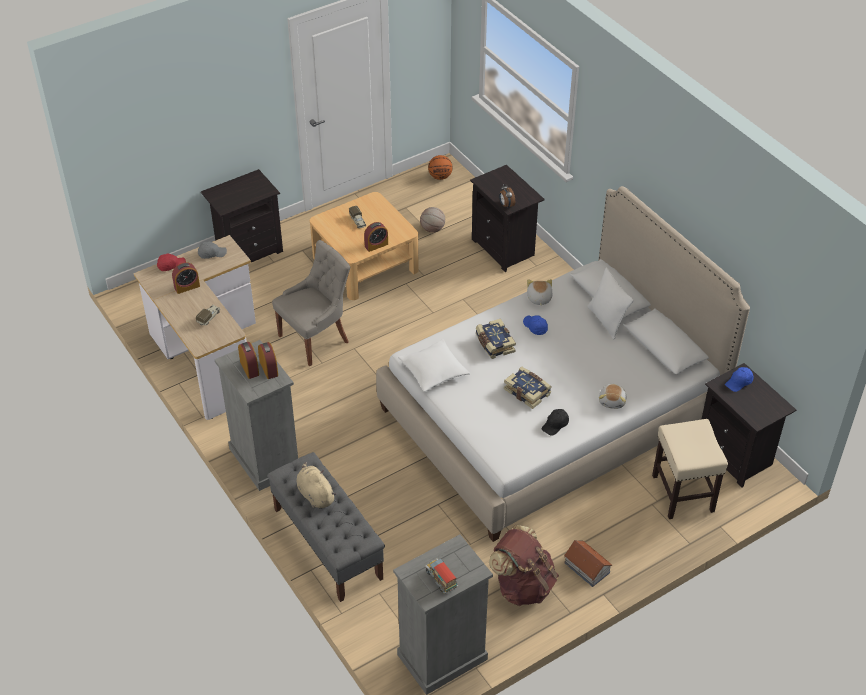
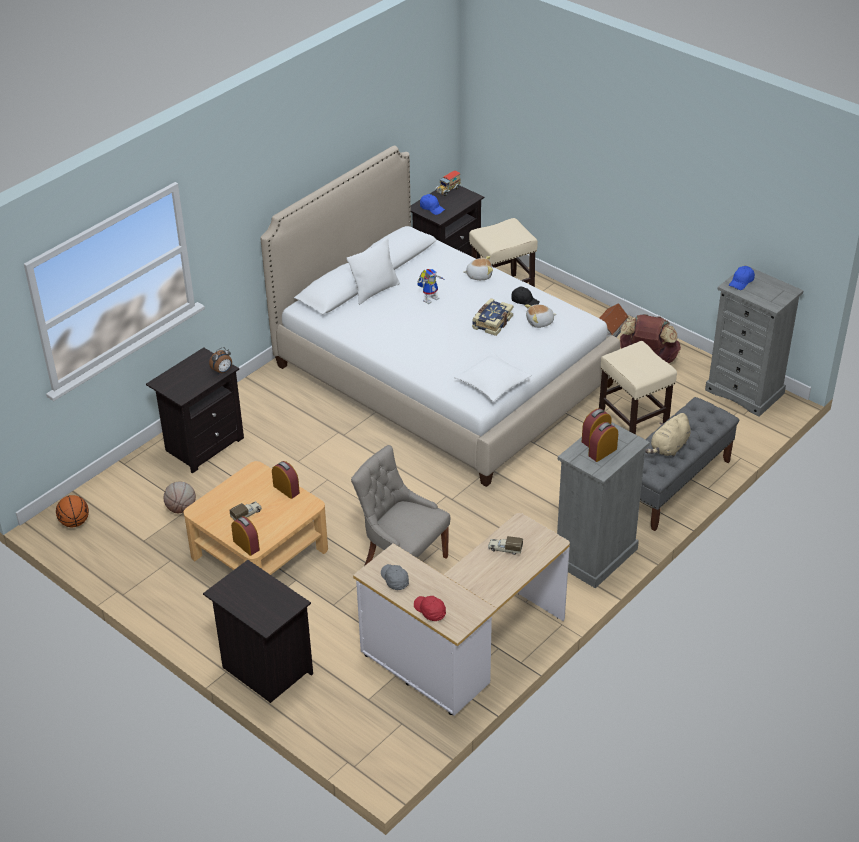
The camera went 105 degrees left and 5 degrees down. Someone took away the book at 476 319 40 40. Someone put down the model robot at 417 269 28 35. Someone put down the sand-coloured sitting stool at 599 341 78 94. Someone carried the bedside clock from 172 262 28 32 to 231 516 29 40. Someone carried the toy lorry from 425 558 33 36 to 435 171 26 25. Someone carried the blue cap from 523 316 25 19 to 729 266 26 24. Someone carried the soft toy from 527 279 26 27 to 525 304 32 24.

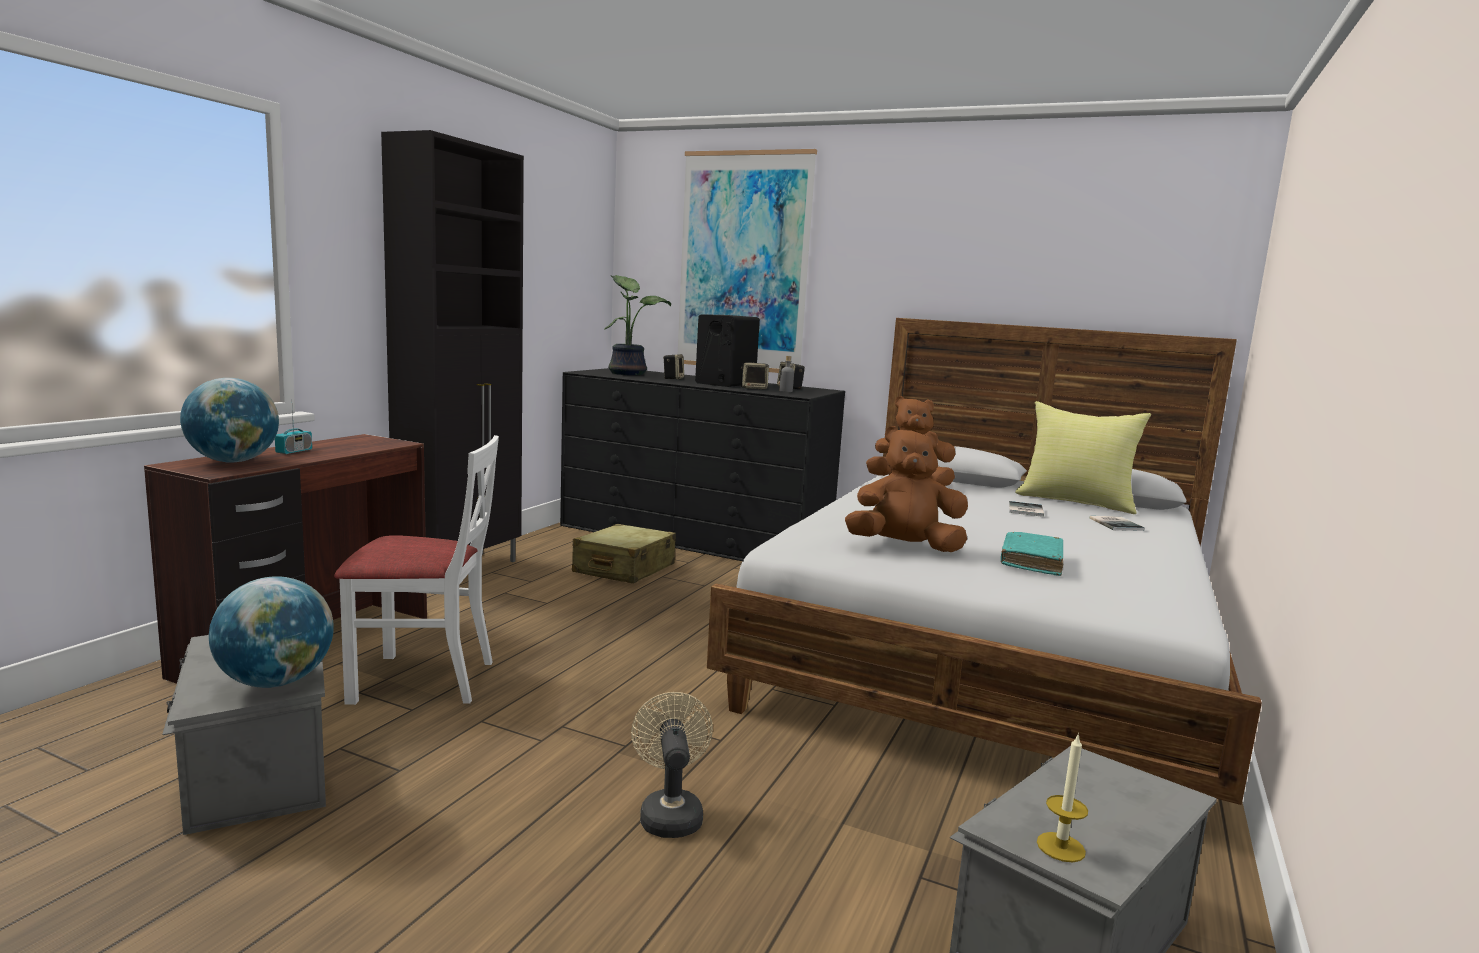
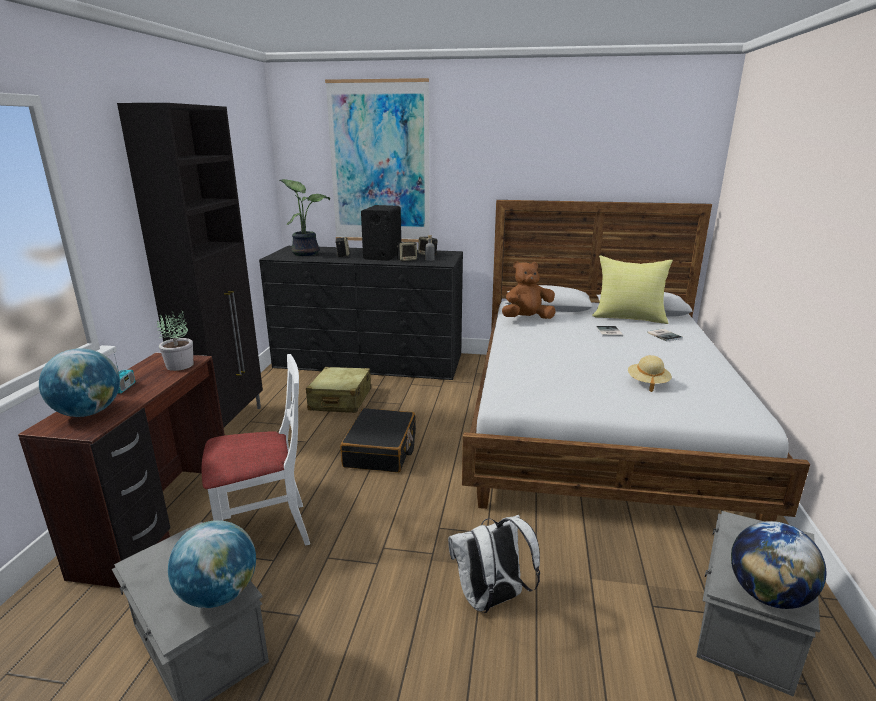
The camera went 15 degrees left and 10 degrees up. Someone took away the brownish soft toy at 845 426 123 126. Someone put down the houseplant at 157 311 36 60. Someone put down the blackish travel case at 340 408 76 65. Someone swapped the sand-coloured electric fan at 631 692 82 146 for the whitish backpack at 448 515 92 98. Someone swapped the blue-green book at 1001 532 62 44 for the sand-coloured hat at 628 355 44 37. Someone swapped the wax light at 1037 733 51 129 for the globe at 731 521 95 88.

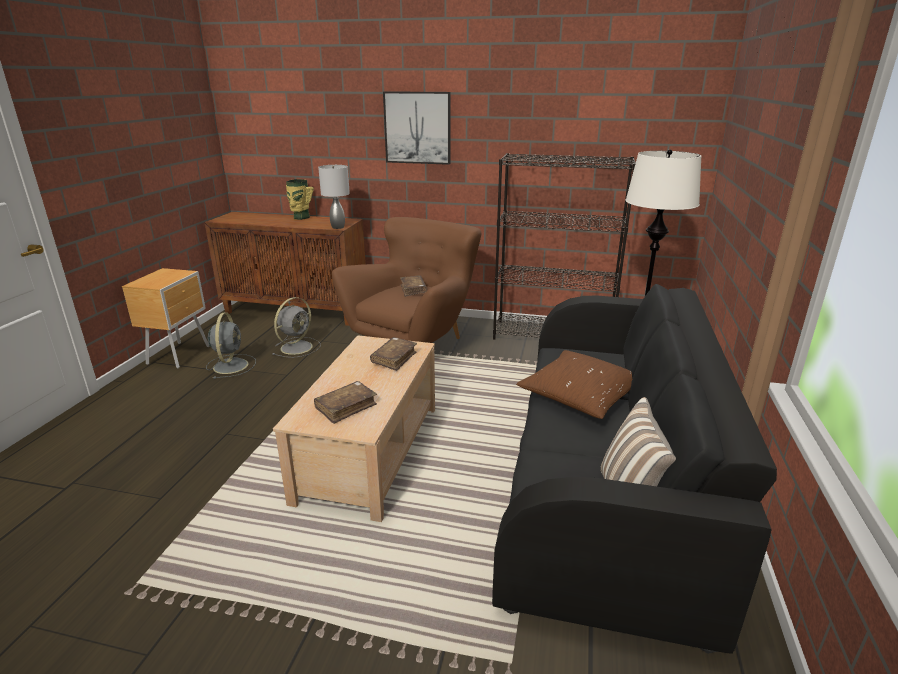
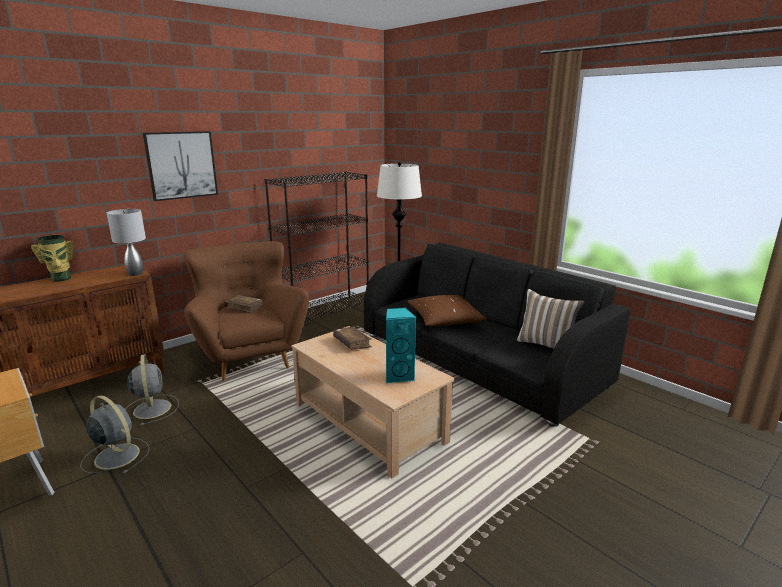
The camera went 55 degrees left and 5 degrees down. Someone swapped the brownish book at 314 381 63 43 for the blue-green speaker at 386 307 31 76.

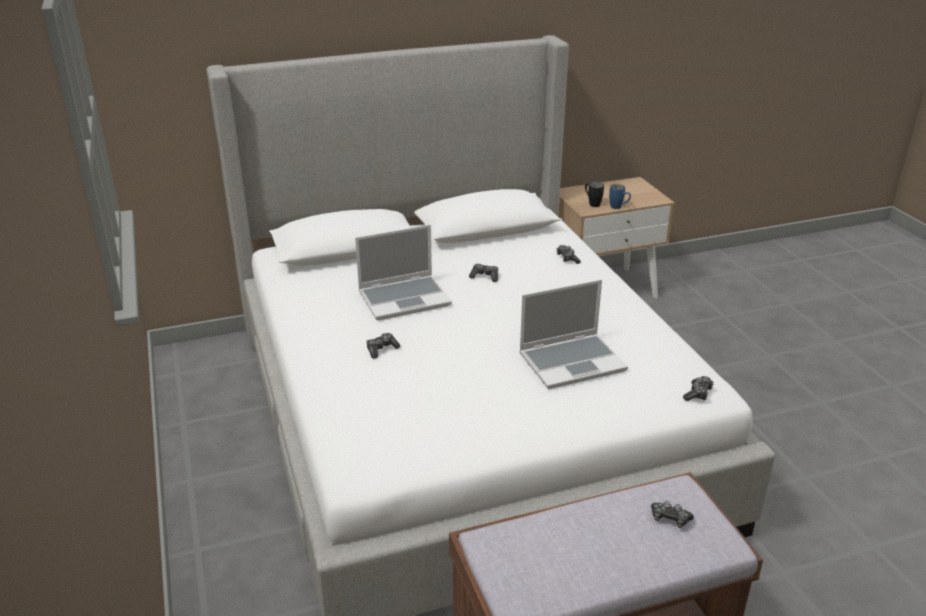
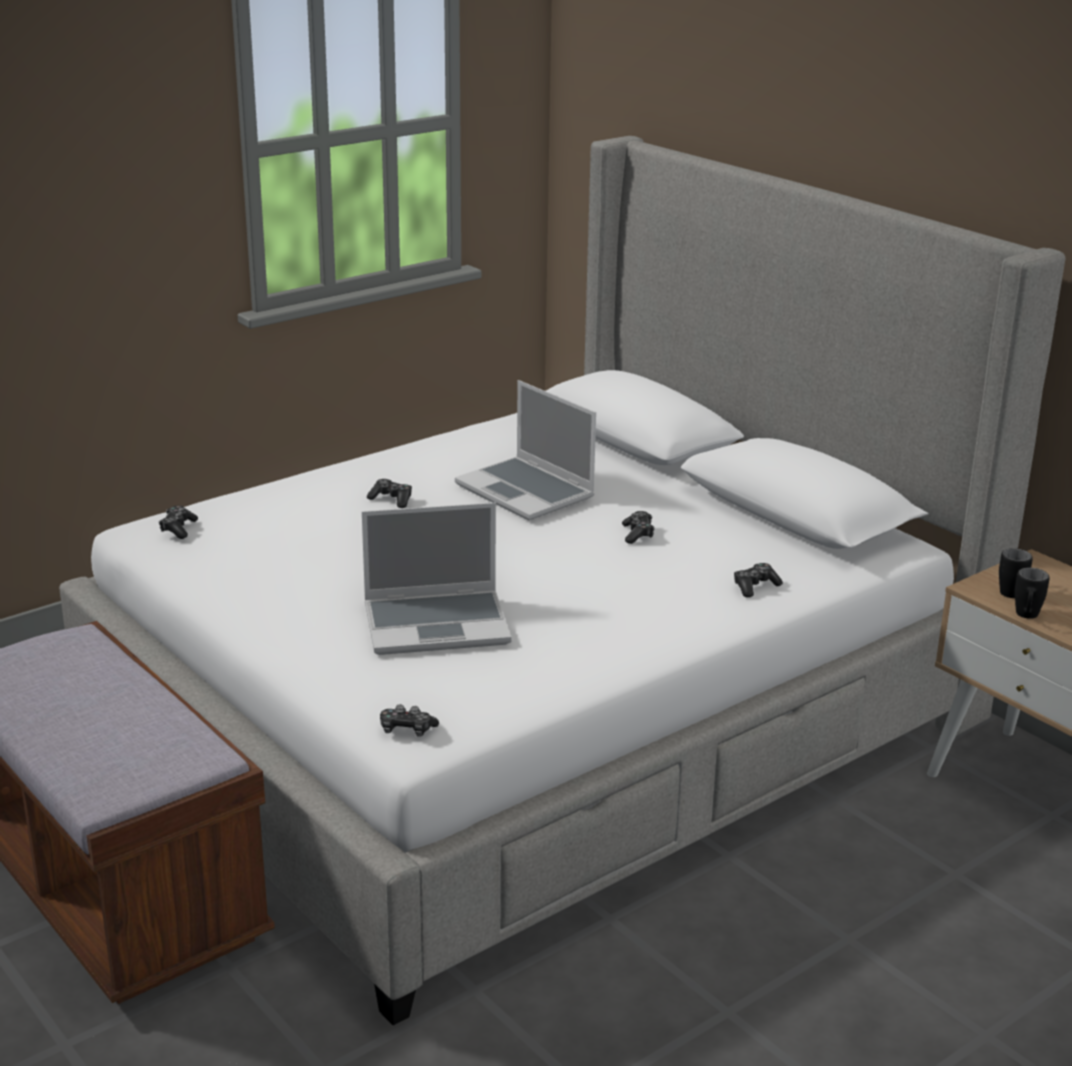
The camera went 70 degrees right and 5 degrees down. Someone carried the game controller from 651 501 43 27 to 159 505 39 34. Someone repainted the blue tea mug at 609 184 22 25, which became the blackish tea mug at 1015 567 34 52. Someone rotated the notebook computer at 519 279 109 110 by 60 degrees counterclockwise.

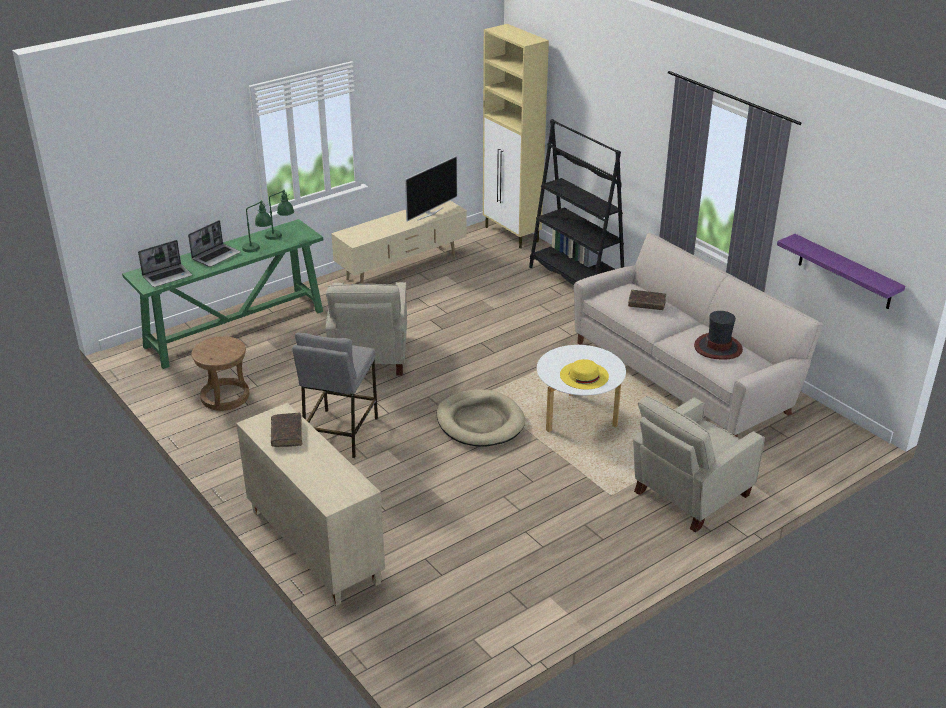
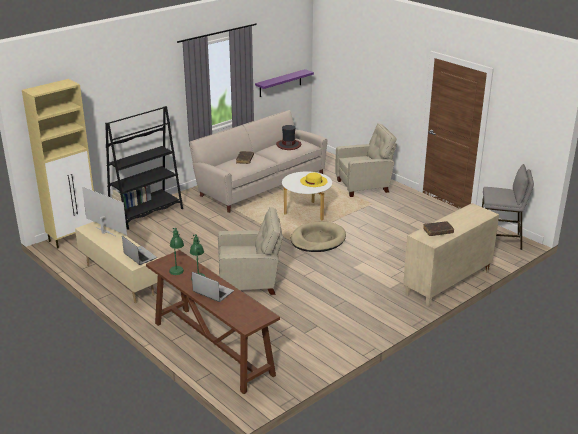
The camera went 95 degrees left and 5 degrees down. Someone took away the brownish sitting stool at 191 336 59 75. Someone carried the notebook computer from 138 240 54 47 to 122 236 35 29. Someone carried the grey sitting stool from 292 333 86 125 to 482 164 52 86. Someone repainted the greenish narrow table at 122 219 201 150, which became the brownish narrow table at 146 250 134 144. Someone rotated the sand-coloured armchair at 633 396 132 137 by 60 degrees counterclockwise.

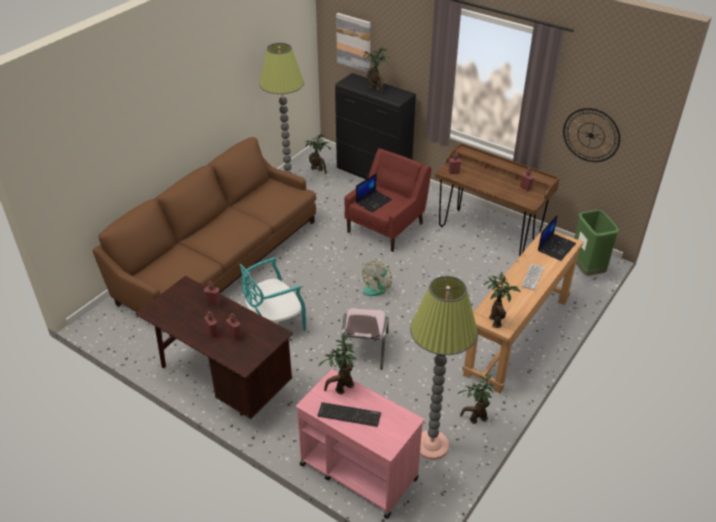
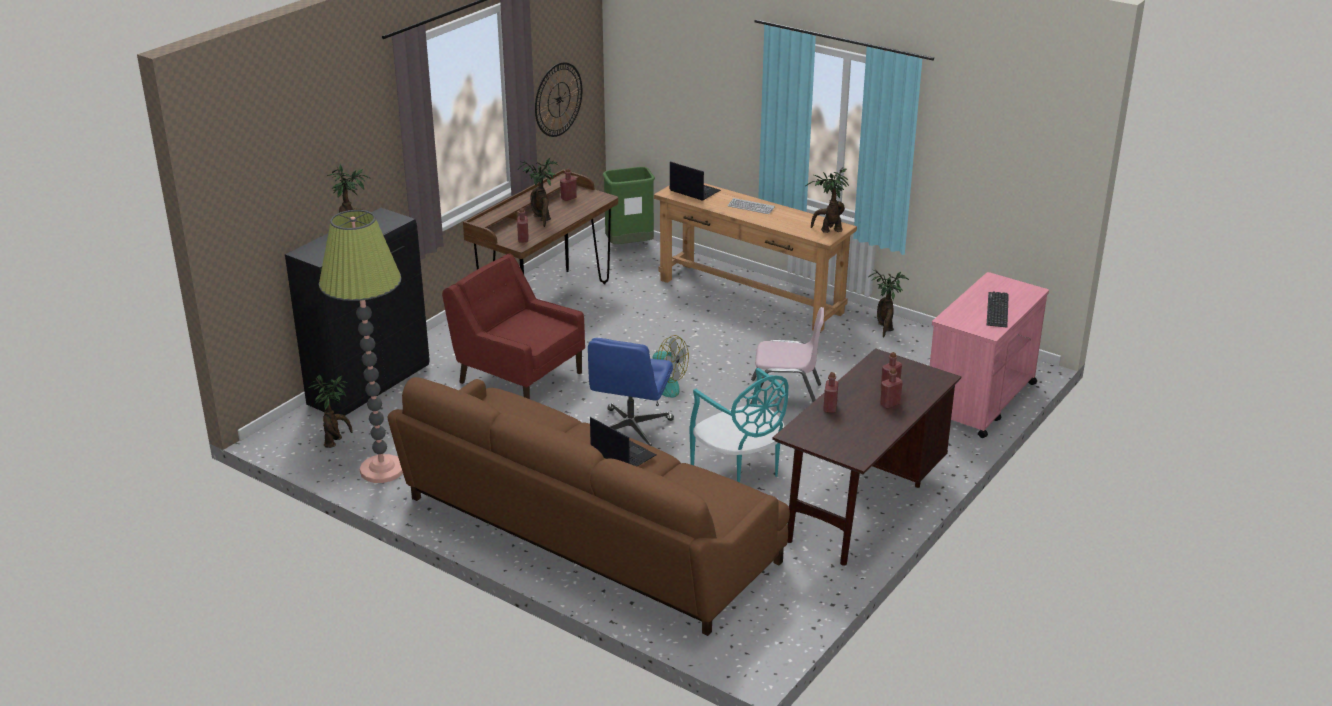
The camera went 90 degrees left and 10 degrees down. Someone took away the picture at 336 13 34 59. Someone took away the standard lamp at 410 276 68 184. Someone put down the blue office chair at 588 338 86 108. Someone carried the houseplant from 318 334 38 60 to 518 158 40 69. Someone carried the notebook computer from 356 173 36 40 to 590 417 66 49.

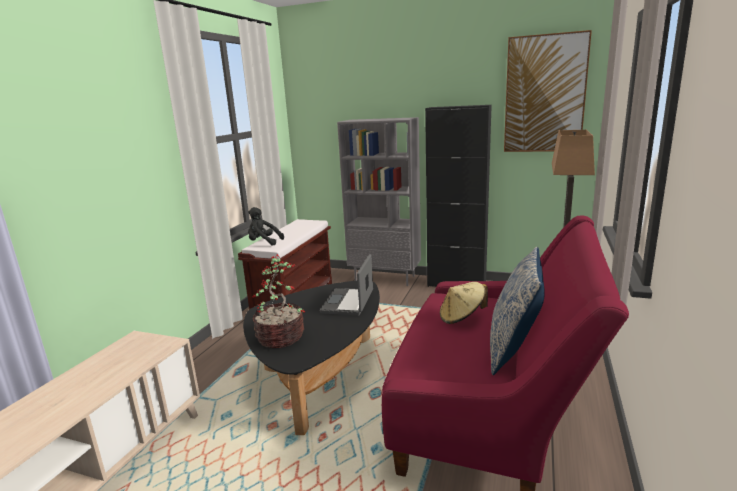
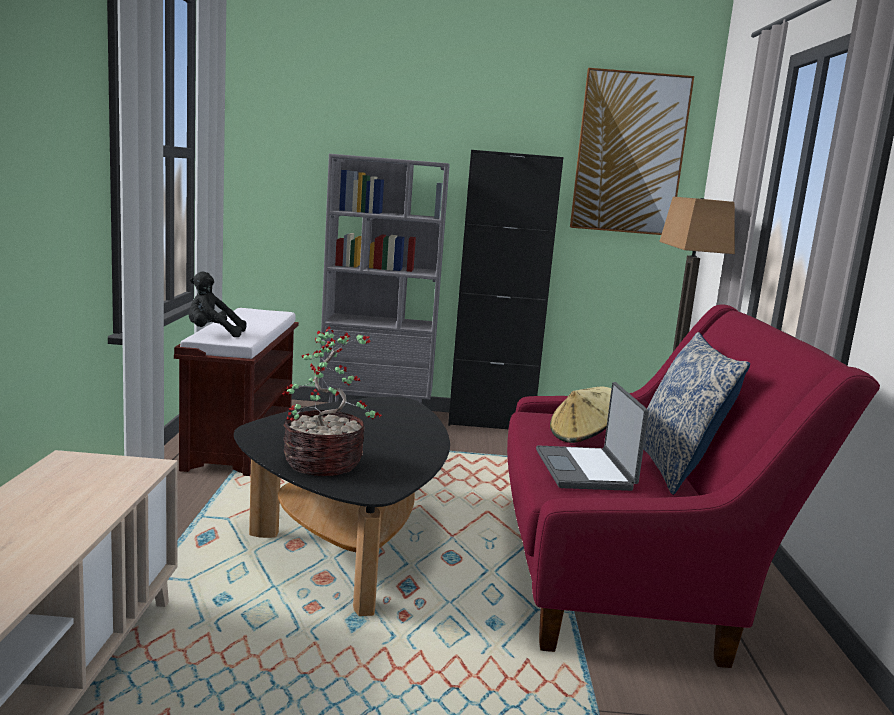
The camera went 20 degrees left and 5 degrees down. Someone carried the notebook computer from 320 254 53 61 to 536 382 113 109.

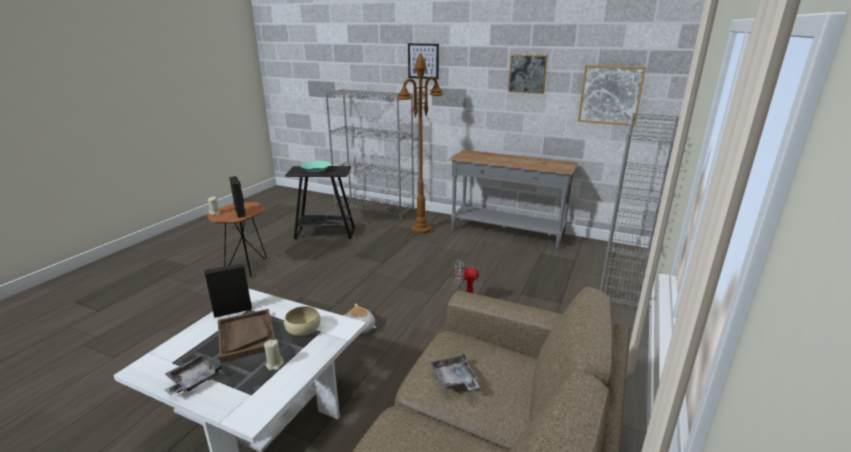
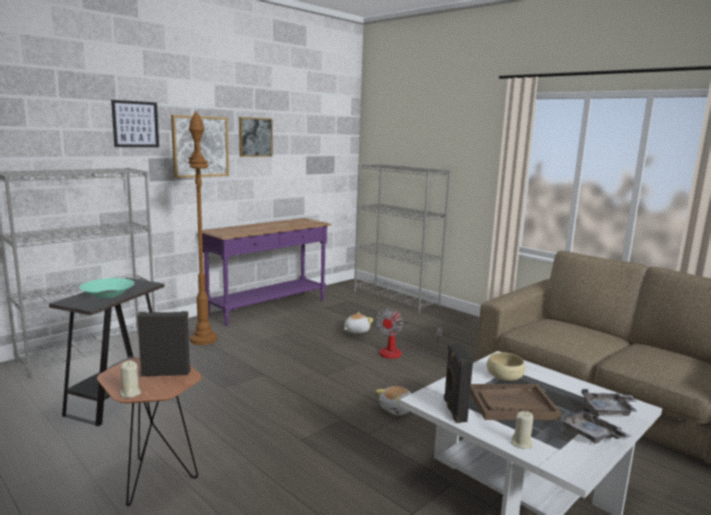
The camera went 70 degrees left and 10 degrees down. Someone put down the soft toy at 344 312 29 22. Someone carried the sand-coloured wax light from 264 340 20 30 to 511 411 22 38. Someone carried the grey serving tray from 430 353 50 37 to 581 389 57 27. Someone carried the picture from 578 65 68 61 to 171 115 58 63. Someone repainted the grey narrow table at 448 150 130 99, which became the purplish narrow table at 202 218 130 108.

